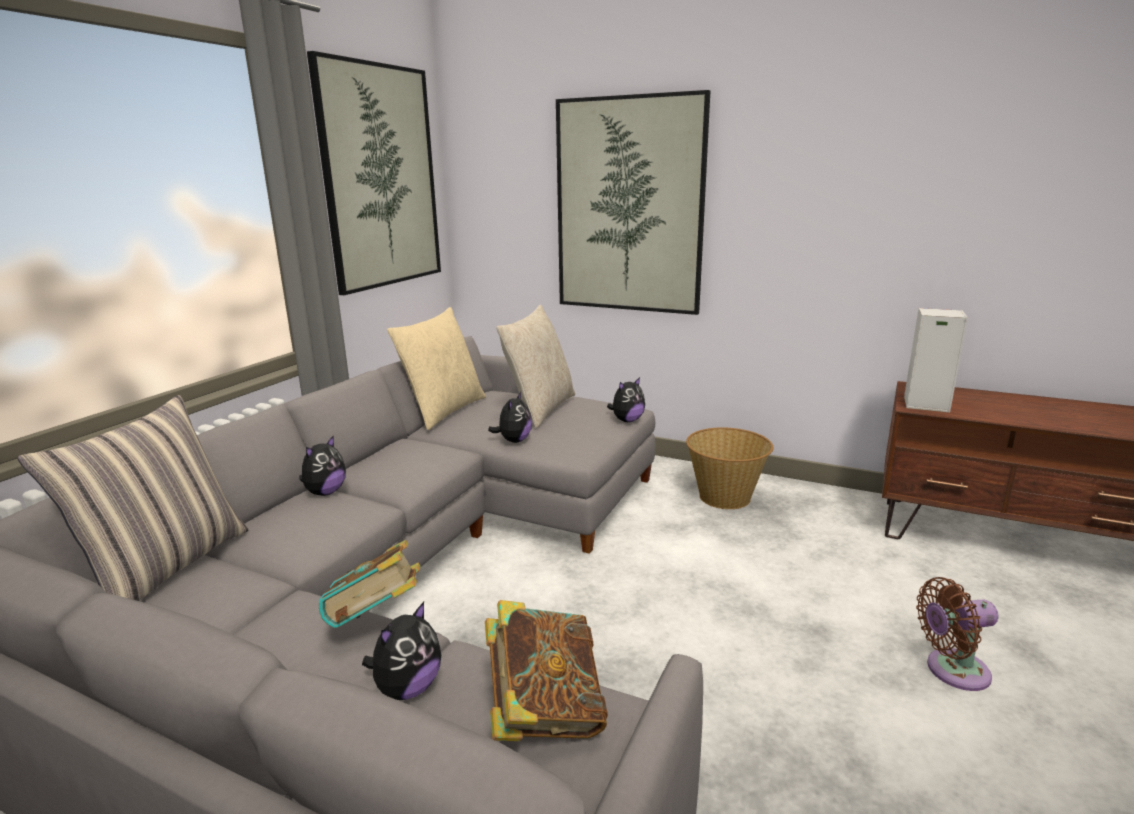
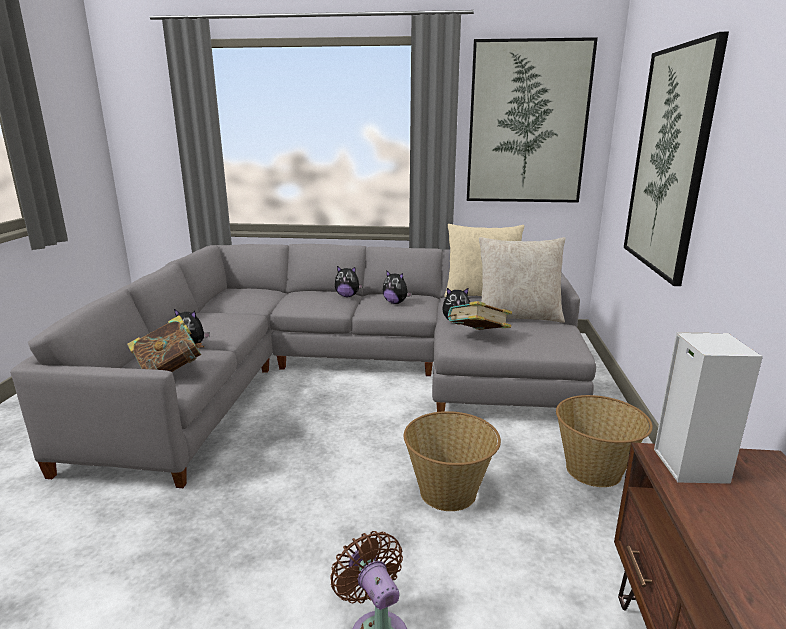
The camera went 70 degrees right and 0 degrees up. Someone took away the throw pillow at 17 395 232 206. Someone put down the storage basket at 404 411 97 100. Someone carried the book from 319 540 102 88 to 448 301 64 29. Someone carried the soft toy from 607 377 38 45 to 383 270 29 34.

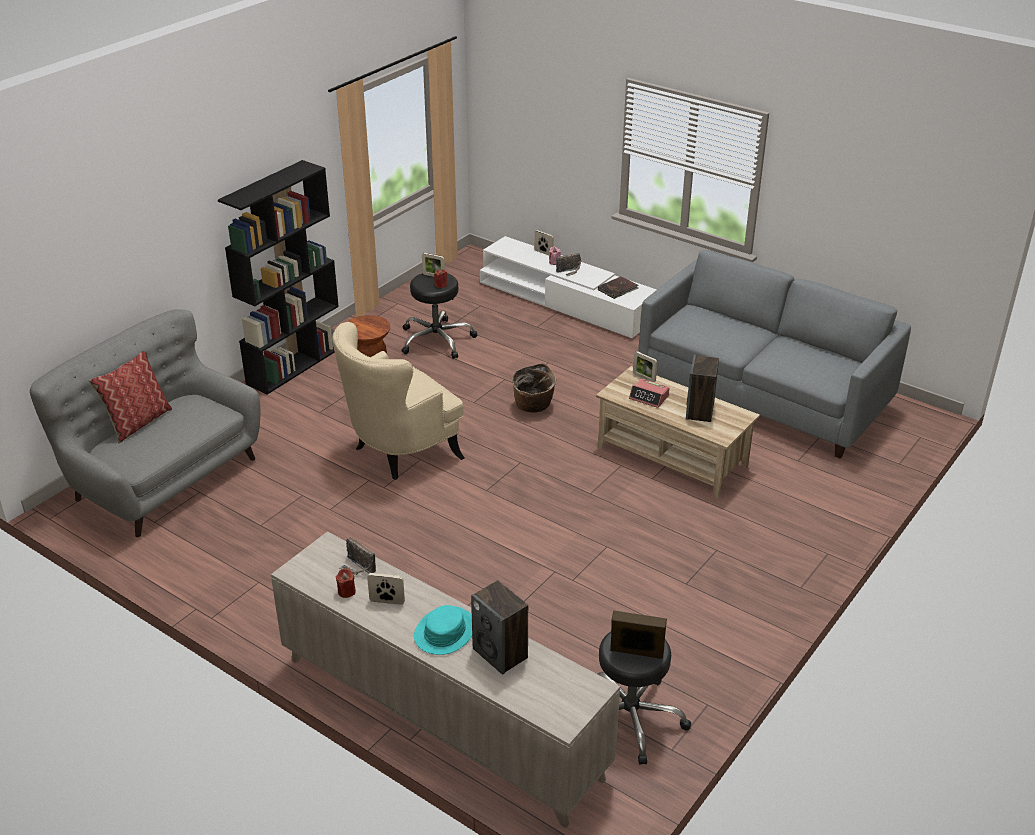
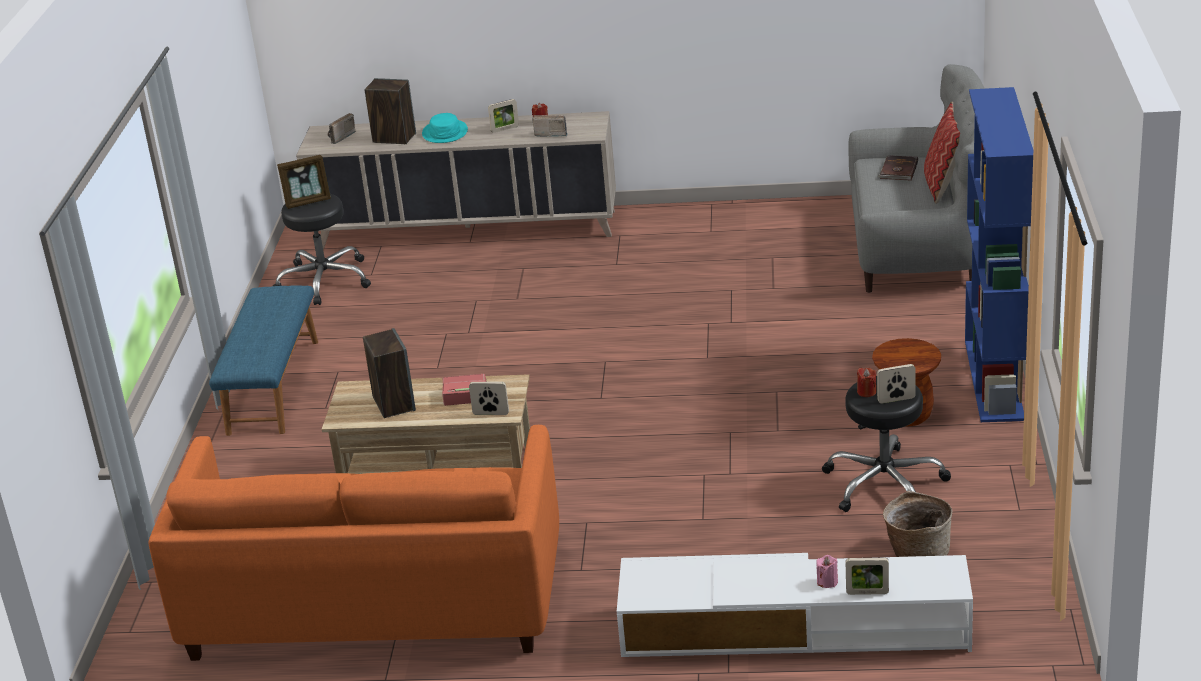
The camera went 150 degrees right and 5 degrees down. Someone took away the sand-coloured armchair at 332 322 132 158. Someone put down the blue indoor bench at 209 286 109 150. Someone carried the storage basket from 512 363 44 50 to 883 491 69 66. Someone carried the radio from 556 253 25 23 to 328 113 28 31. Someone carried the brownish book from 598 276 41 23 to 878 155 40 25. Someone repainted the blackish bookshelf at 218 160 121 235, which became the blue bookshelf at 965 87 68 335. Someone repainted the grey sofa at 638 250 273 208, which became the orangey sofa at 148 425 411 236.

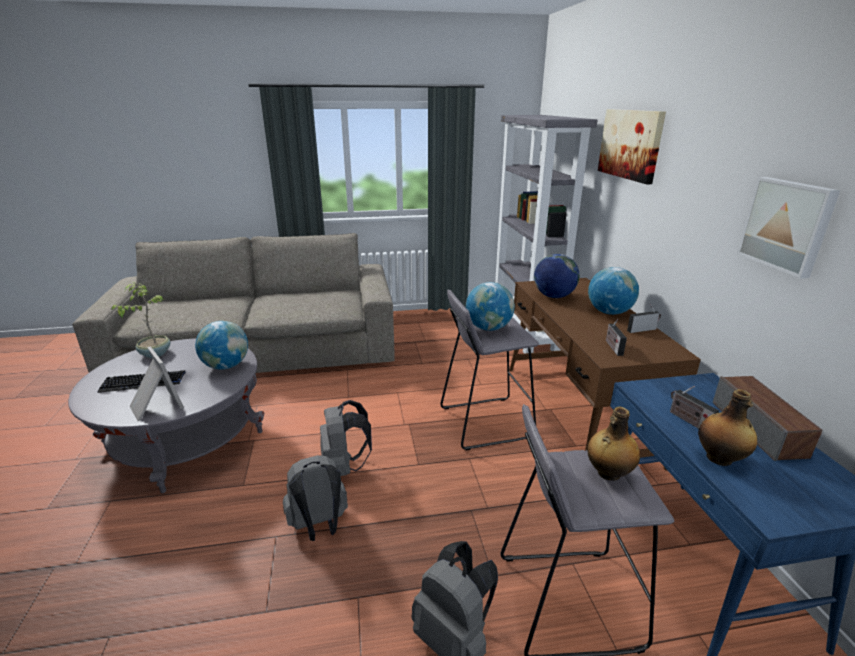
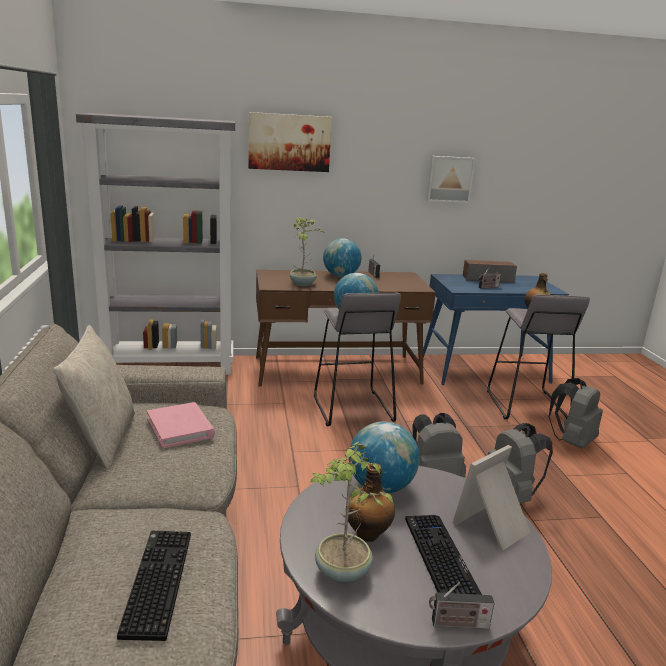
The camera went 90 degrees left and 5 degrees down. Someone put down the sand-coloured throw pillow at 53 325 82 145. Someone put down the keyboard at 117 531 74 110. Someone put down the pink-coloured book at 147 402 68 46. Someone carried the radio from 606 319 21 37 to 429 582 65 47. Someone carried the drink bottle from 698 389 59 77 to 348 463 47 79. Someone swapped the globe at 534 254 45 44 for the houseplant at 290 217 33 69.

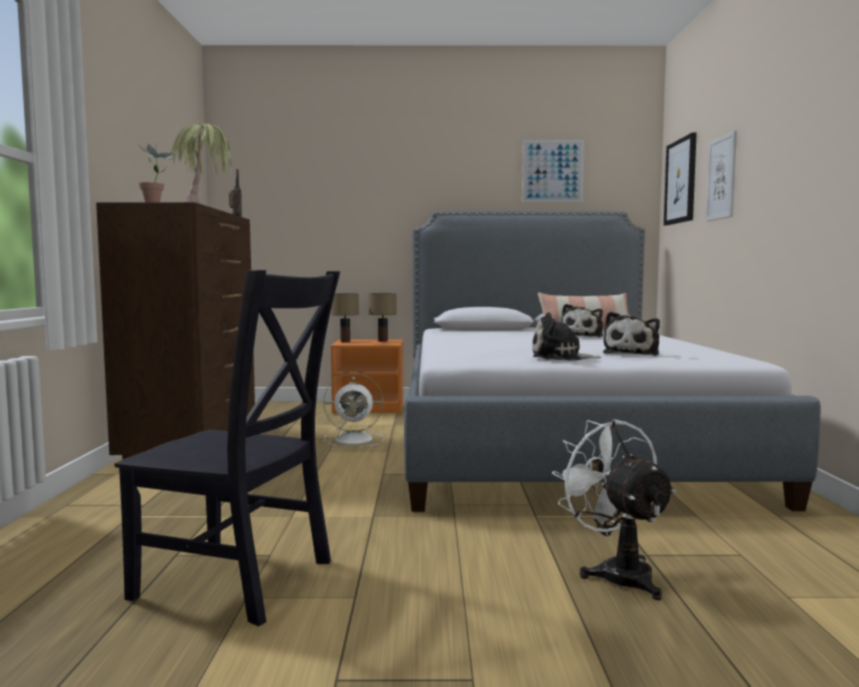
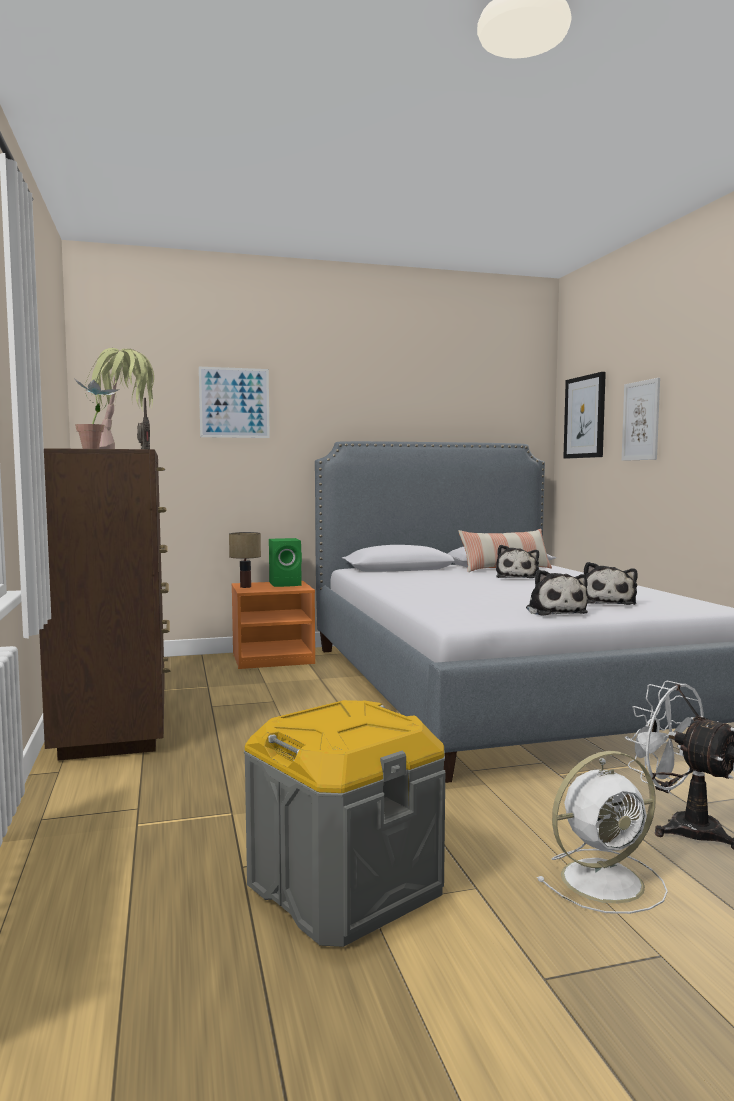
The camera went 15 degrees left and 0 degrees up. Someone carried the whitish electric fan from 324 373 60 74 to 537 751 131 163. Someone carried the picture from 522 140 62 62 to 199 367 71 71. Someone swapped the blackish upright chair at 114 270 226 356 for the grey storage container at 244 700 201 247. Someone swapped the tabletop lamp at 369 293 28 49 for the greenish speaker at 269 538 33 49. Someone rotated the soft toy at 532 312 69 49 by 90 degrees counterclockwise.

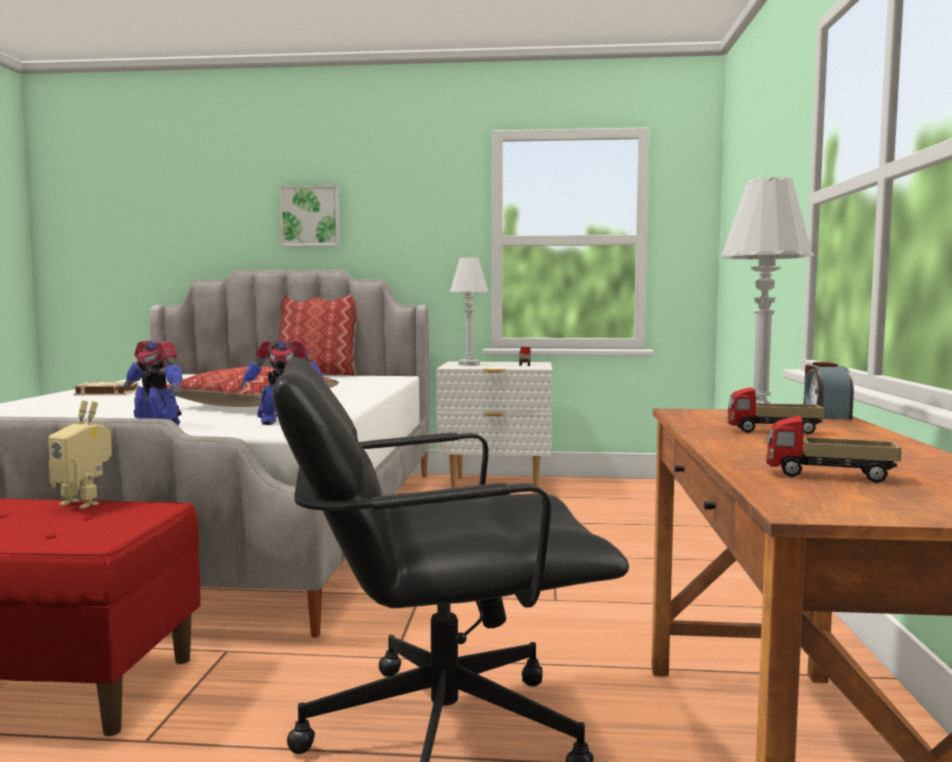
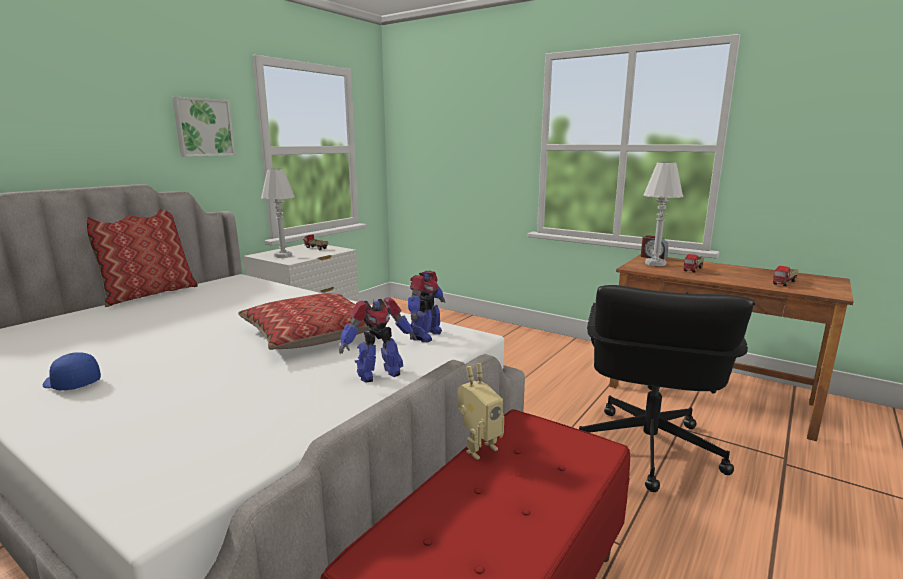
The camera went 60 degrees left and 10 degrees up. Someone carried the picture from 279 186 61 60 to 172 97 63 60. Someone swapped the sand-coloured book at 73 381 66 14 for the blue cap at 43 352 58 38.

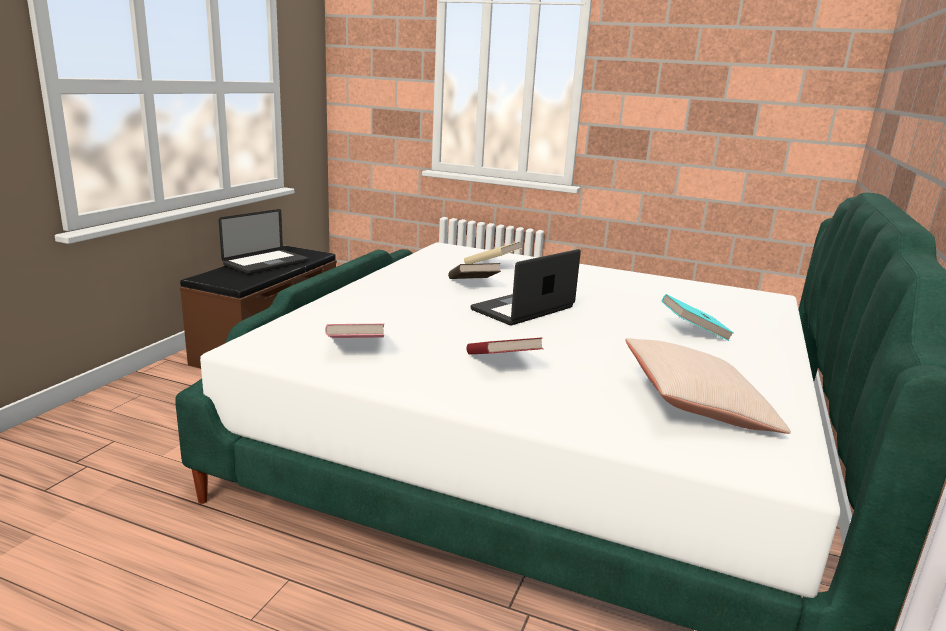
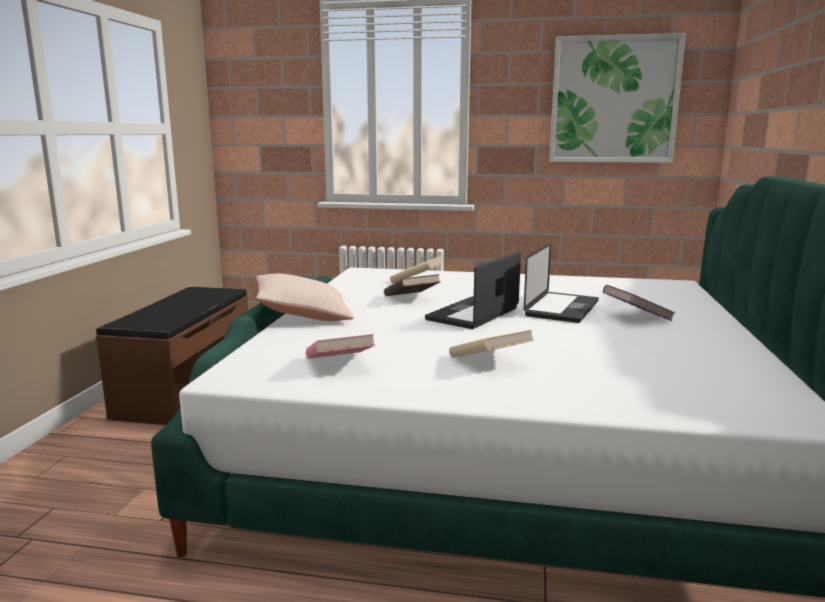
The camera went 10 degrees left and 5 degrees down. Someone put up the picture at 549 33 137 130. Someone carried the notebook computer from 219 209 89 65 to 524 243 75 80. Someone carried the sand-coloured throw pillow from 625 338 166 96 to 256 274 98 47. Someone repainted the red book at 466 338 77 17, which became the sand-coloured book at 449 330 86 28. Someone repainted the blue-green book at 661 294 73 47, which became the purplish book at 603 285 72 36.

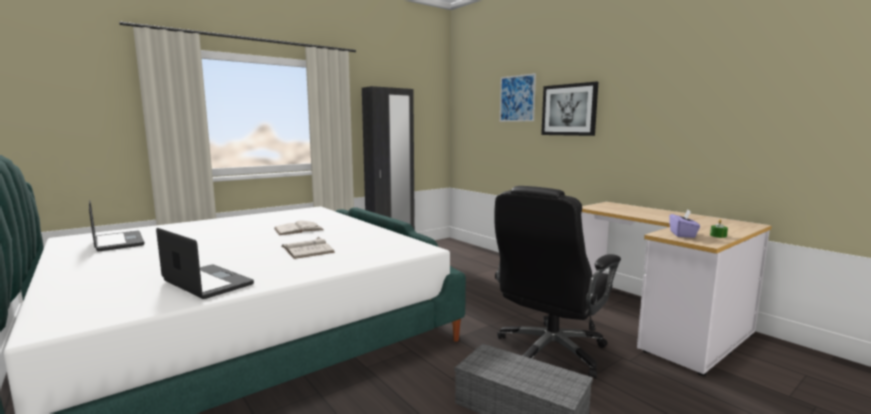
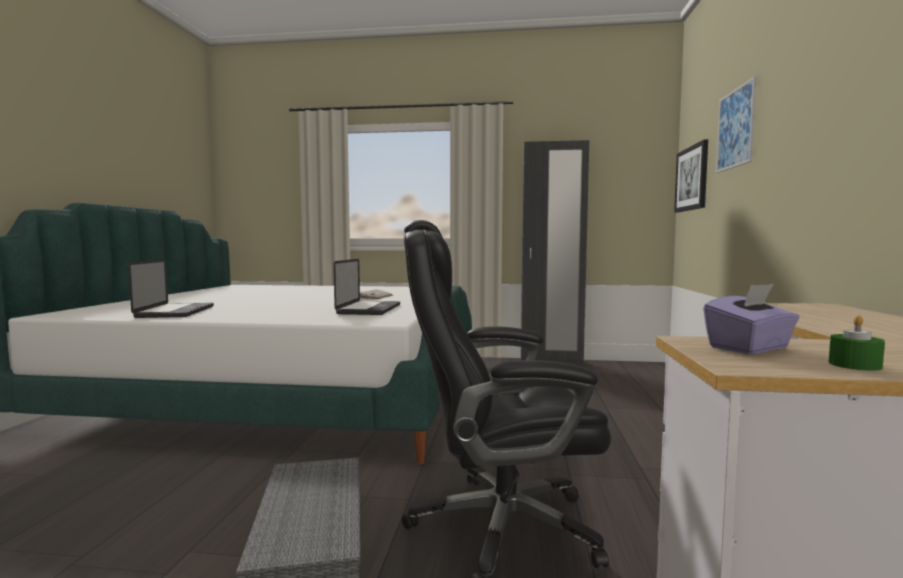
The camera went 45 degrees right and 5 degrees down. Someone took away the whitish book at 282 237 53 22. Someone carried the notebook computer from 89 200 55 51 to 334 259 66 56. Someone carried the picture from 541 81 57 55 to 674 139 34 73.

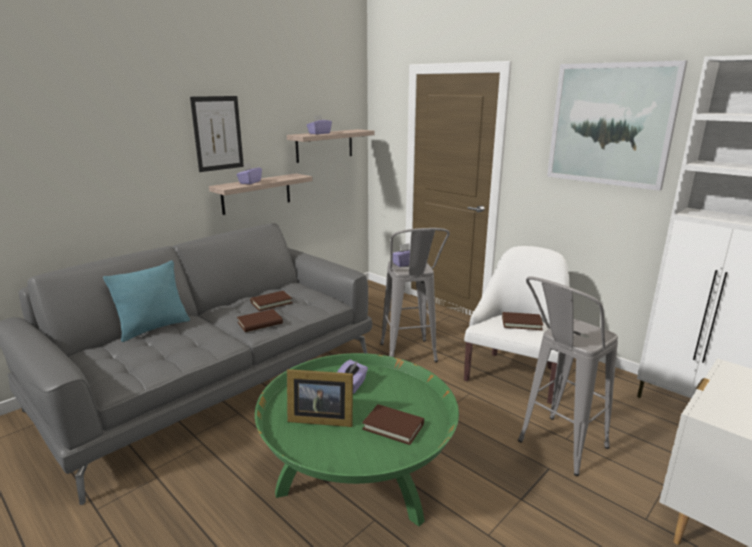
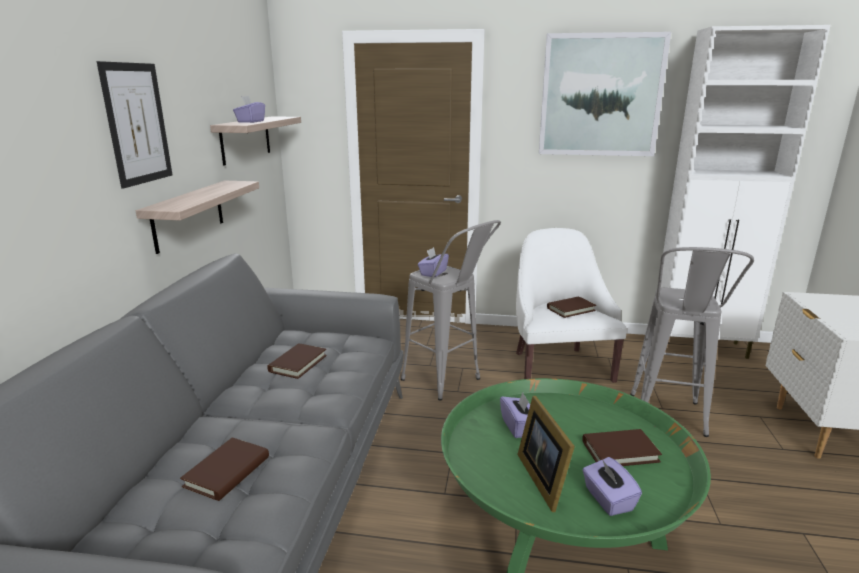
The camera went 35 degrees left and 0 degrees up. Someone took away the blue-green throw pillow at 103 260 87 82. Someone carried the purplish tissue holder from 236 162 26 22 to 583 457 59 59. Someone carried the brownish book from 237 309 46 23 to 180 437 89 64. Someone rotated the picture frame at 287 369 66 58 by 105 degrees clockwise.

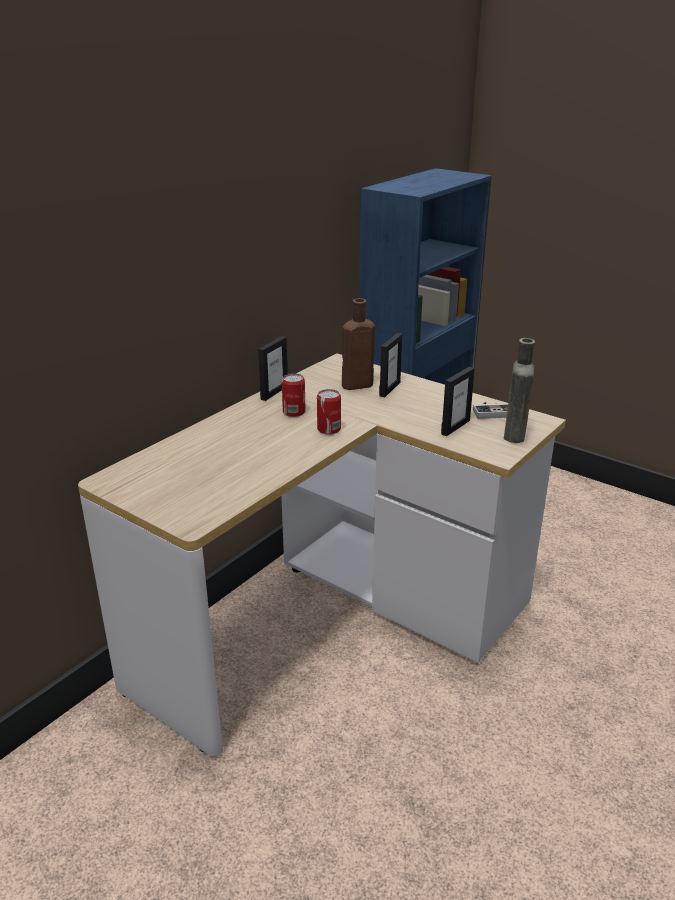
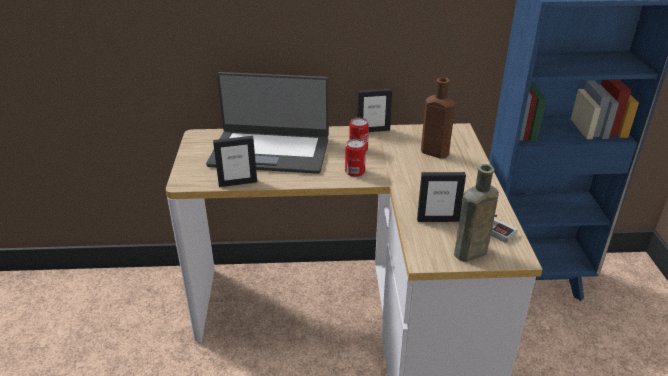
The camera went 50 degrees right and 5 degrees up. Someone put down the notebook computer at 206 72 123 102. Someone carried the picture frame from 379 333 23 64 to 213 136 44 51.

